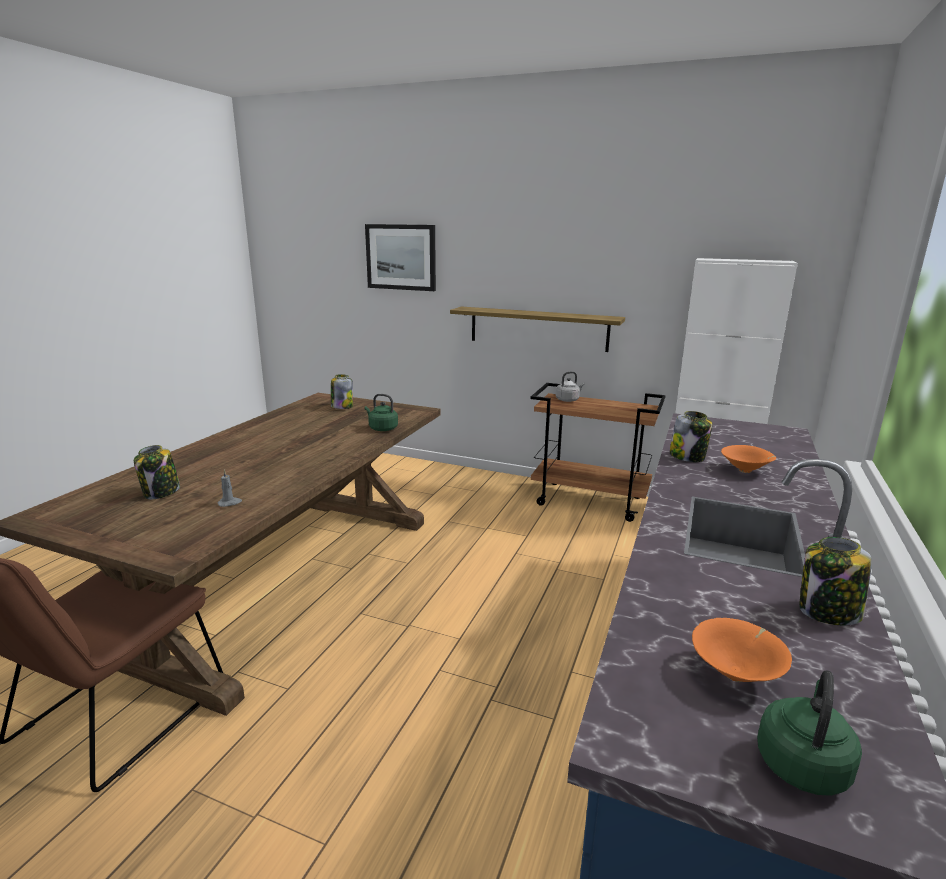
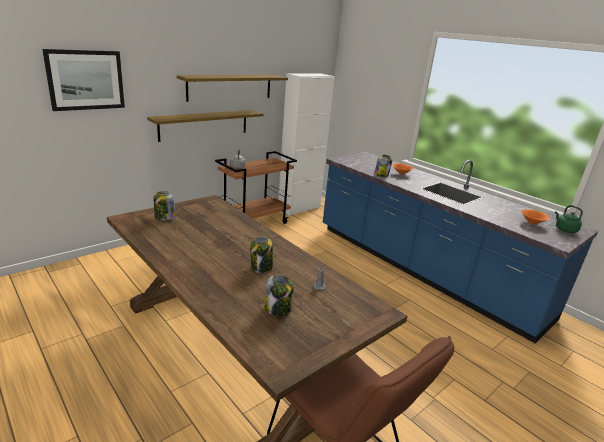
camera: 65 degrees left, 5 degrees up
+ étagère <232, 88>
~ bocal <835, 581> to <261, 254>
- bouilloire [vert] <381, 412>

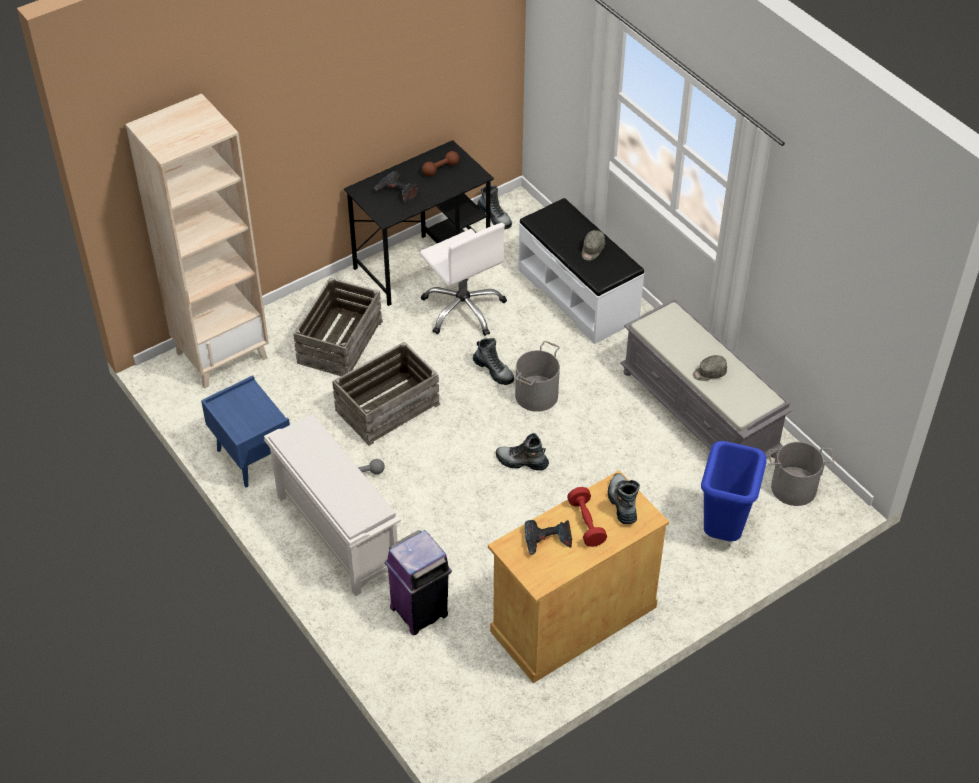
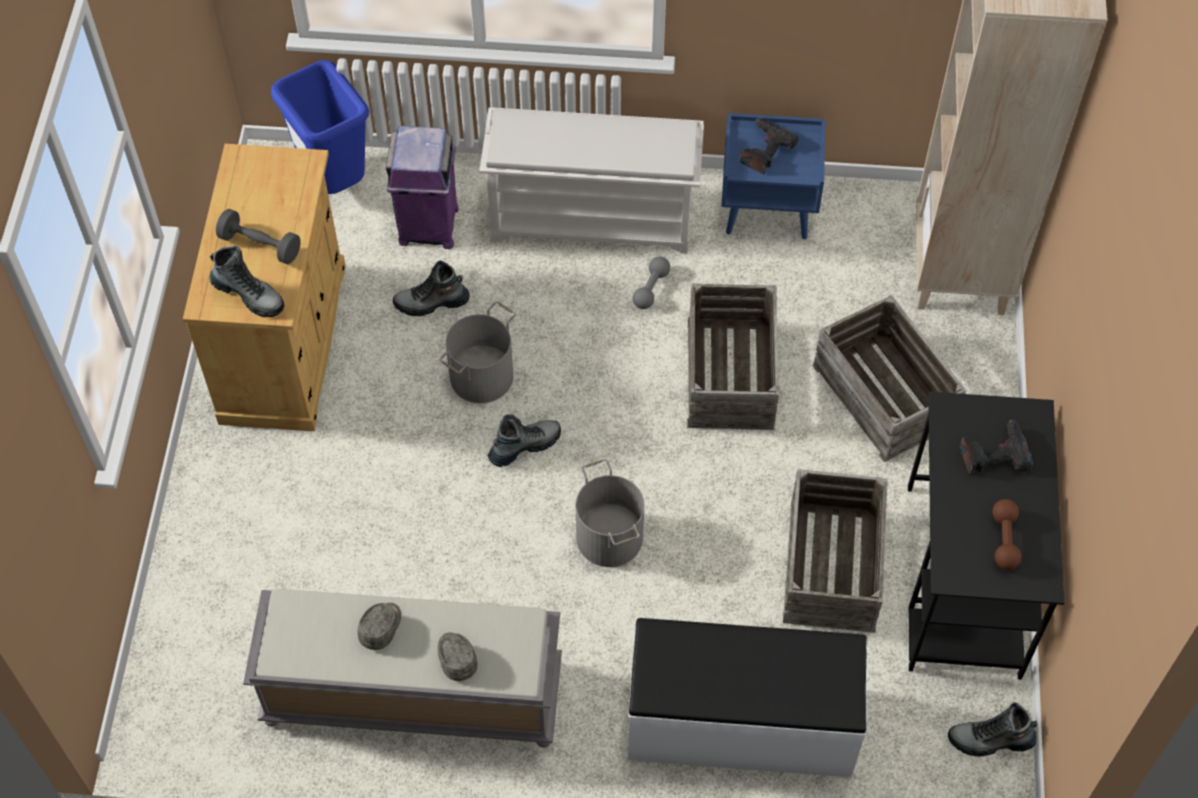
camera: 130 degrees right, 10 degrees up
~ haltère [rouge] <587, 517> to haltère [gris] <258, 236>
~ poubelle [bleu] <734, 491> to <320, 127>
~ botte <493, 361> to <431, 288>
~ casquette [gris] <593, 245> to <458, 656>
~ seau [gris] <801, 474> to <478, 352>
~ perceuse <548, 538> to <769, 146>
~ chaise de bureau [blanc] <463, 279> to caisse <835, 551>

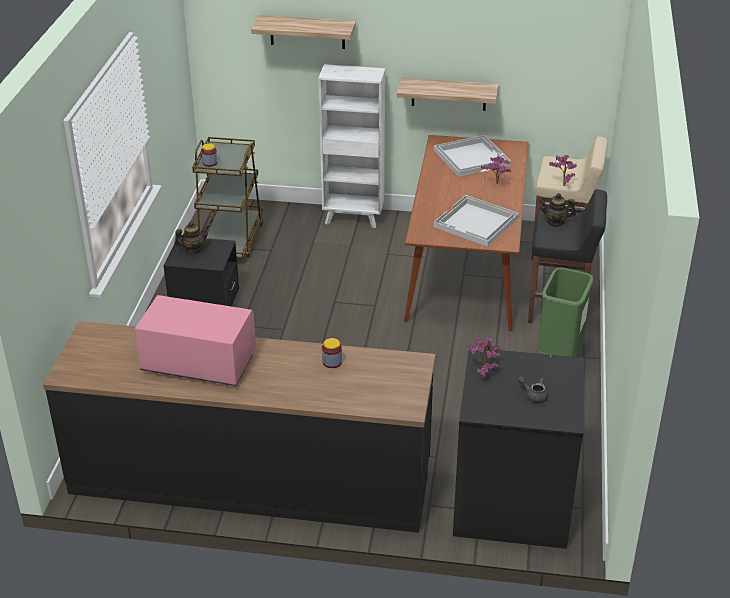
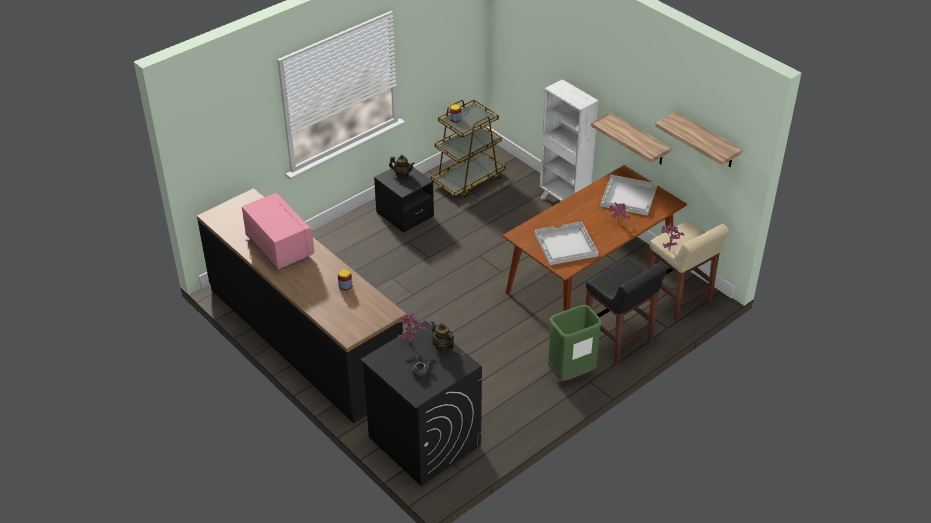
camera: 40 degrees right, 5 degrees up
~ théière <557, 210> to <442, 336>
~ étagère <303, 32> to <699, 139>

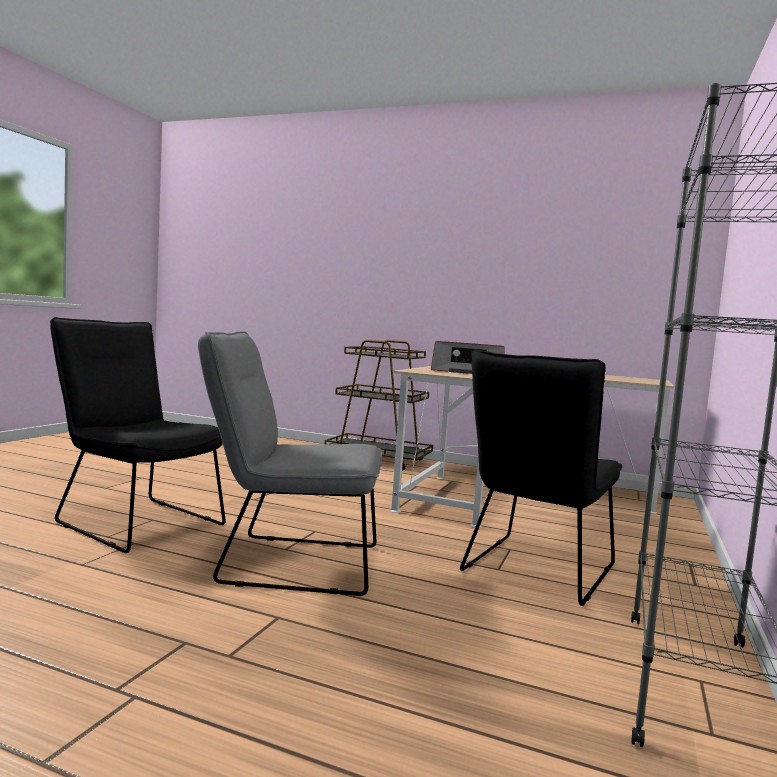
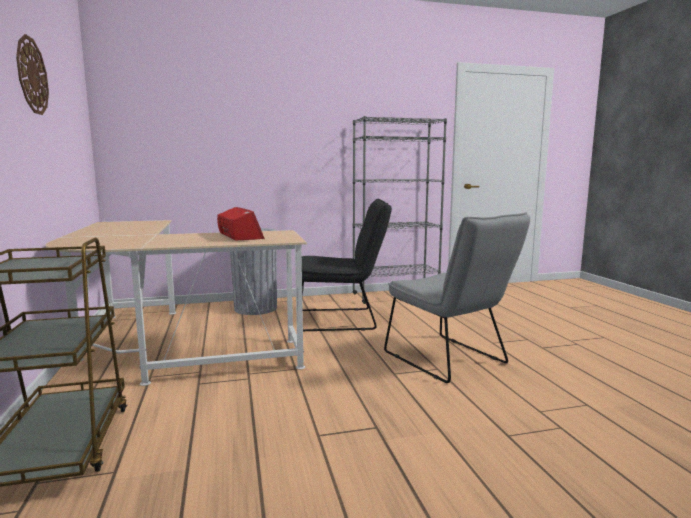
camera: 125 degrees left, 5 degrees up
+ horloge murale <32, 74>
+ poubelle [gris] <253, 271>
- chaise [noir] <138, 435>

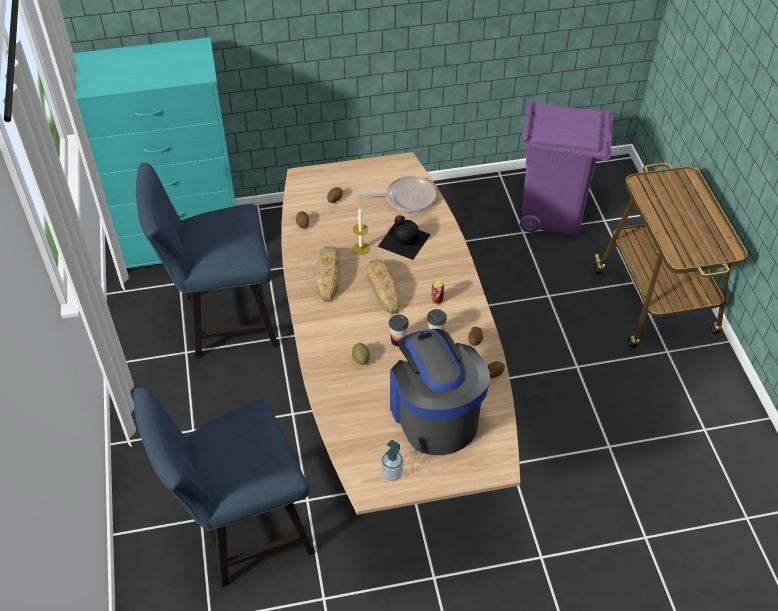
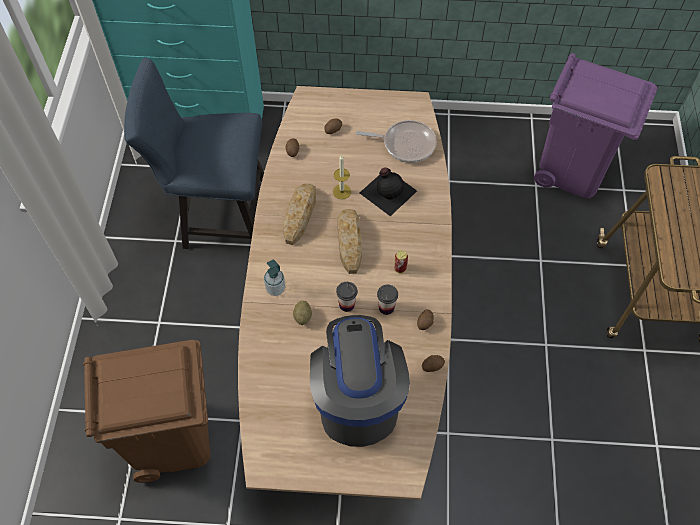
camera: 15 degrees right, 10 degrees up
~ chaise [bleu] <224, 487> to poubelle [marron] <146, 411>
~ distributeur de savon <392, 460> to <274, 277>

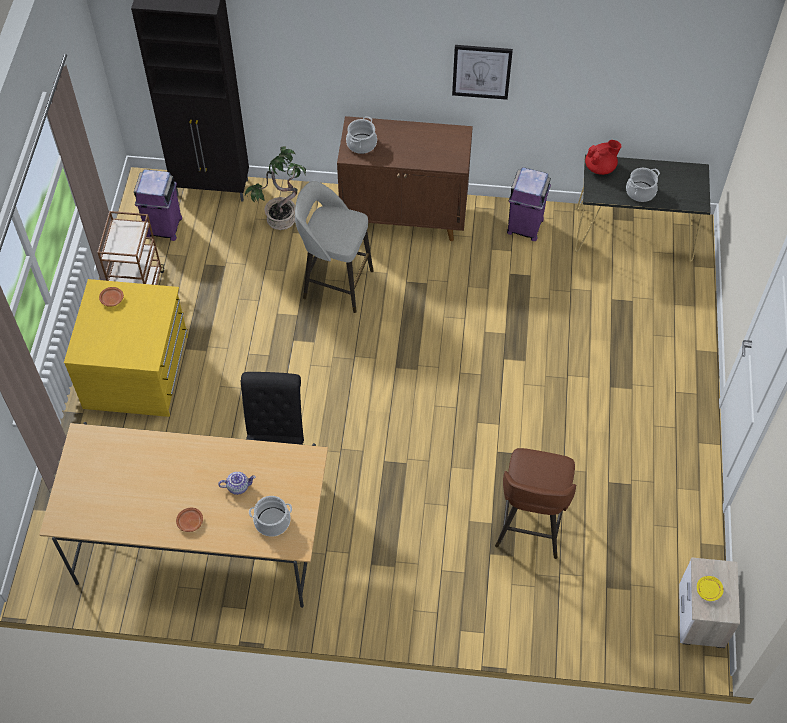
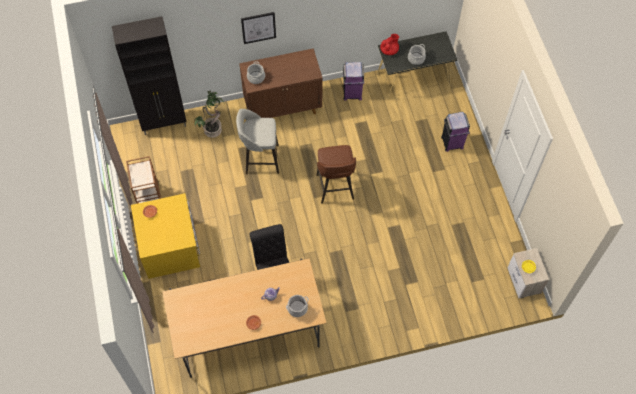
camera: 20 degrees left, 5 degrees up
~ tableau <482, 72> to <258, 28>
~ tabouret [marron] <535, 503> to <336, 174>
~ poubelle [violet] <158, 205> to <455, 132>

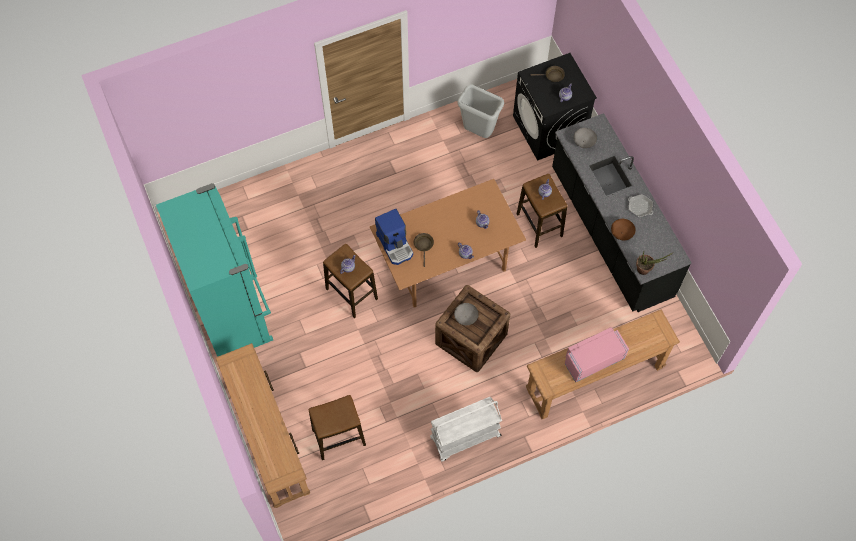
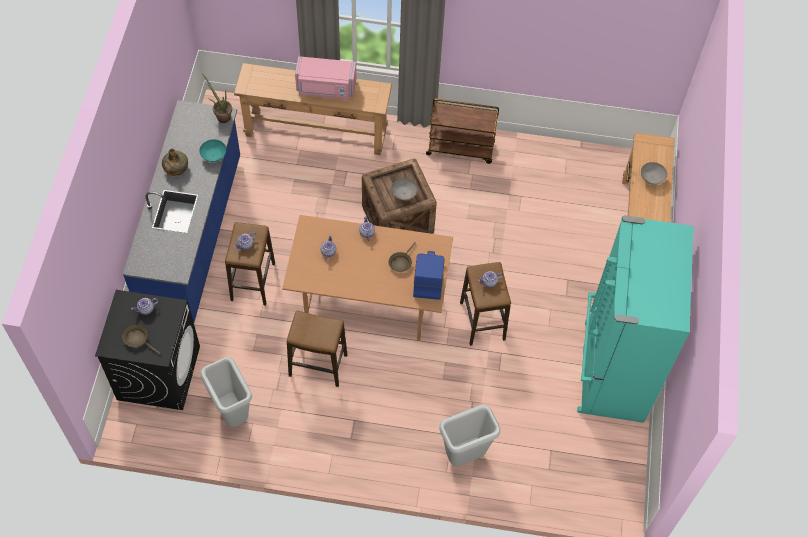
camera: 150 degrees left, 5 degrees down
~ comptoir de cuisine [noir] <622, 212> to comptoir de cuisine [bleu] <181, 211>
~ poêle <640, 205> to bouteille [vert] <175, 162>
~ bol [marron] <623, 229> to bol [turquoise] <212, 150>
~ tabouret <337, 427> to <317, 349>
~ chariot [blanc] <466, 429> to chariot [marron] <462, 131>
+ poubelle [gris] <469, 435>
~ bol [gris] <585, 138> to <654, 173>

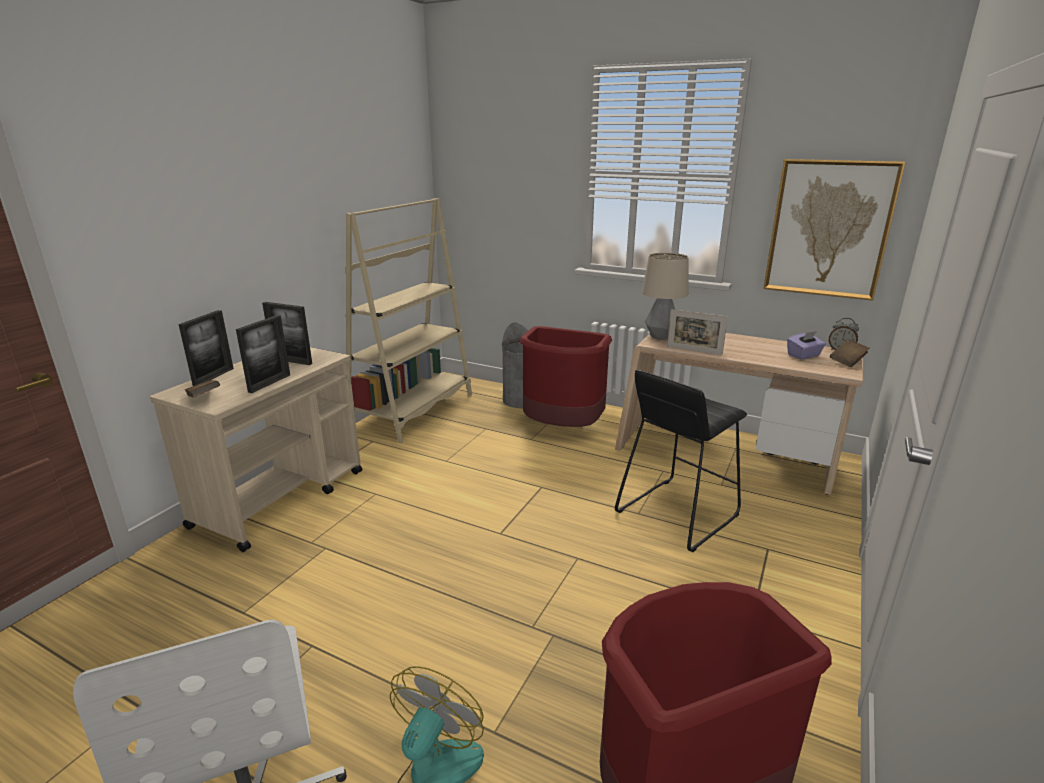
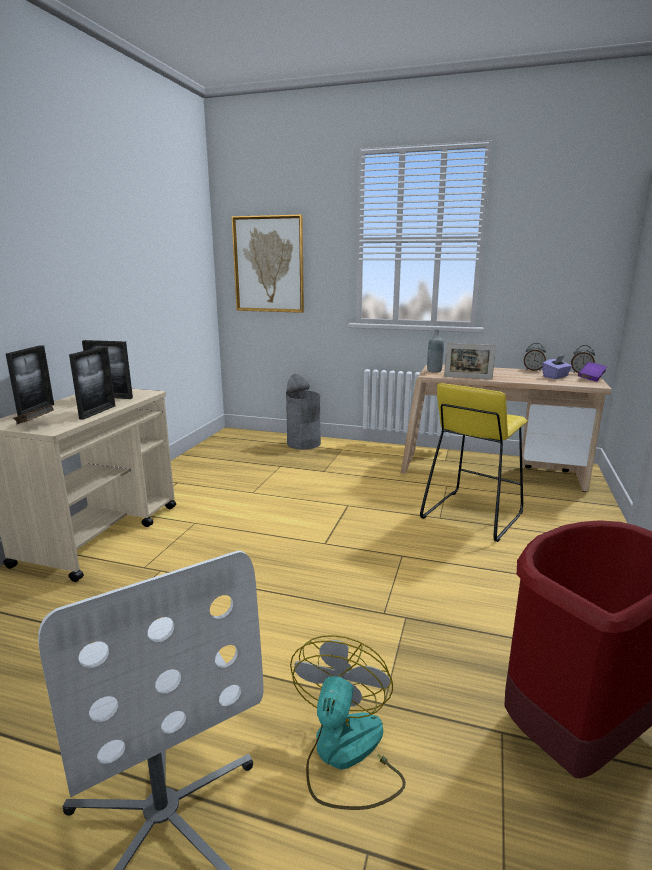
camera: 10 degrees left, 5 degrees down
~ tableau <834, 229> to <268, 264>
~ tabouret [noir] <681, 461> to tabouret [jaune] <473, 462>
~ lampe de table <665, 296> to bouteille [gris] <435, 350>
+ réveil <535, 357>
~ livre [marron] <850, 353> to livre [violet] <592, 372>
- bibliothèque [beige] <408, 320>
- poubelle [rouge] <566, 376>

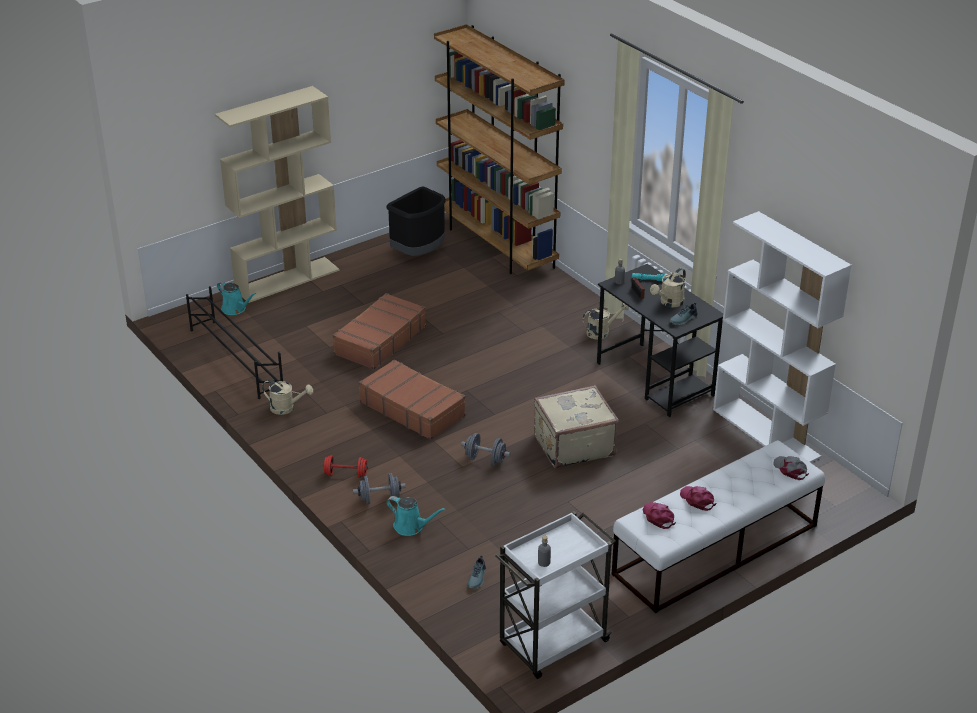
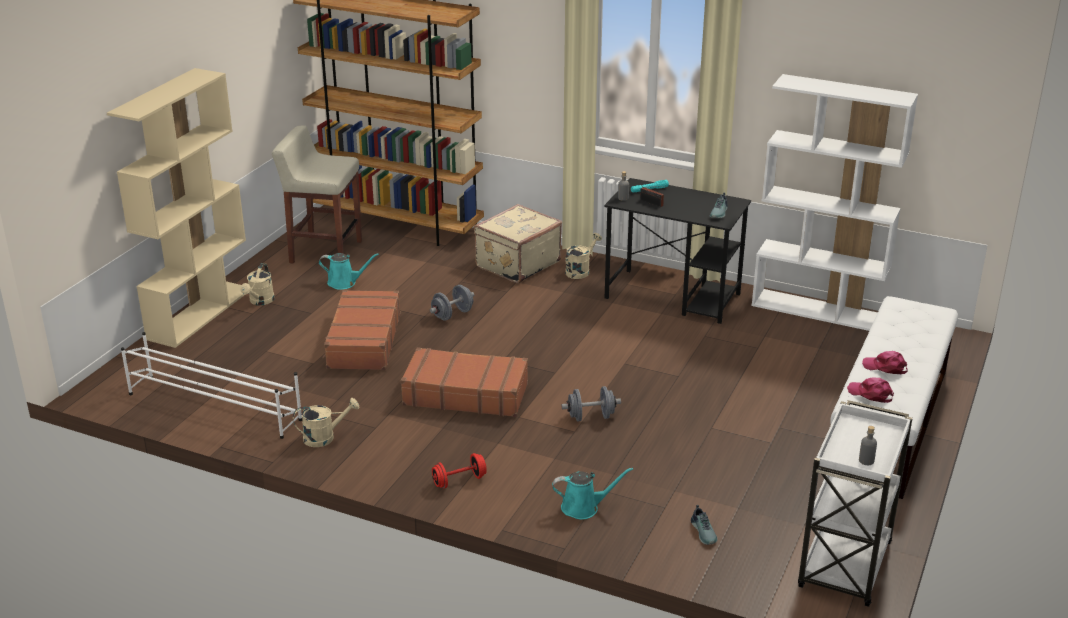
camera: 30 degrees left, 5 degrees down
~ étagère à chaussures [noir] <234, 342> to étagère à chaussures [blanc] <211, 385>
~ arrosoir [beige] <668, 287> to <257, 284>
~ poubelle [noir] <416, 221> to tabouret [beige] <317, 194>
~ arrosoir [turquoise] <236, 298> to <349, 271>
~ haltère [gris] <379, 489> to <452, 303>
~ valise [beige] <576, 427> to <518, 243>
- casquette [gris] <791, 468>

